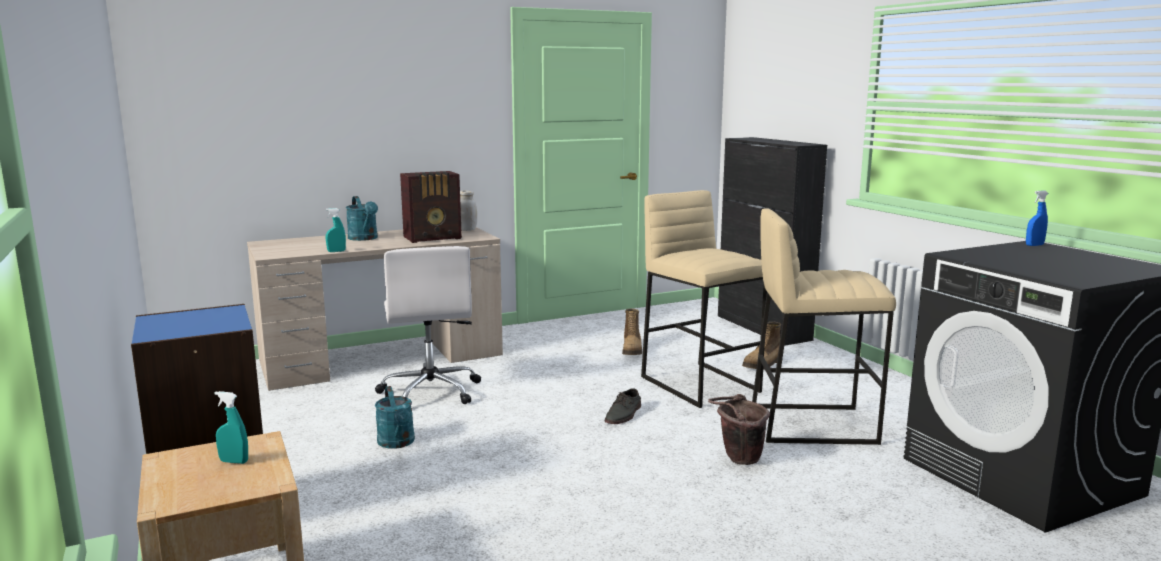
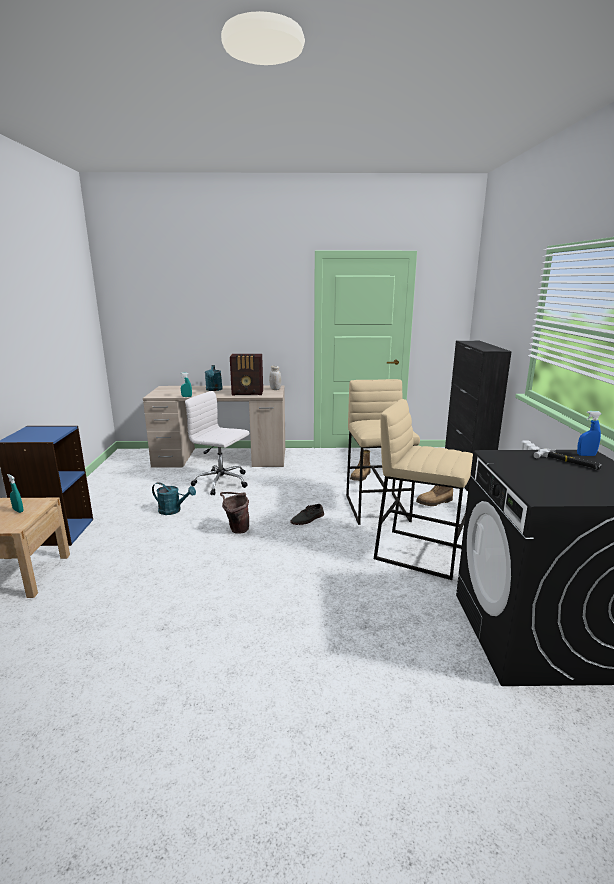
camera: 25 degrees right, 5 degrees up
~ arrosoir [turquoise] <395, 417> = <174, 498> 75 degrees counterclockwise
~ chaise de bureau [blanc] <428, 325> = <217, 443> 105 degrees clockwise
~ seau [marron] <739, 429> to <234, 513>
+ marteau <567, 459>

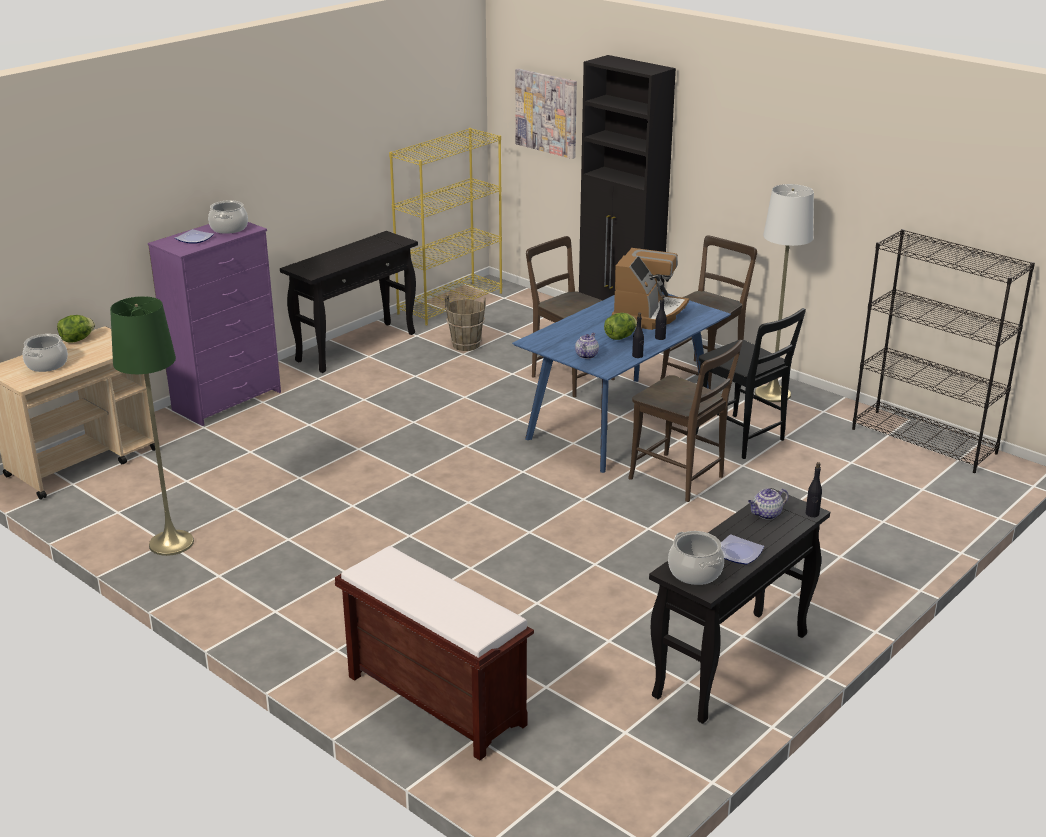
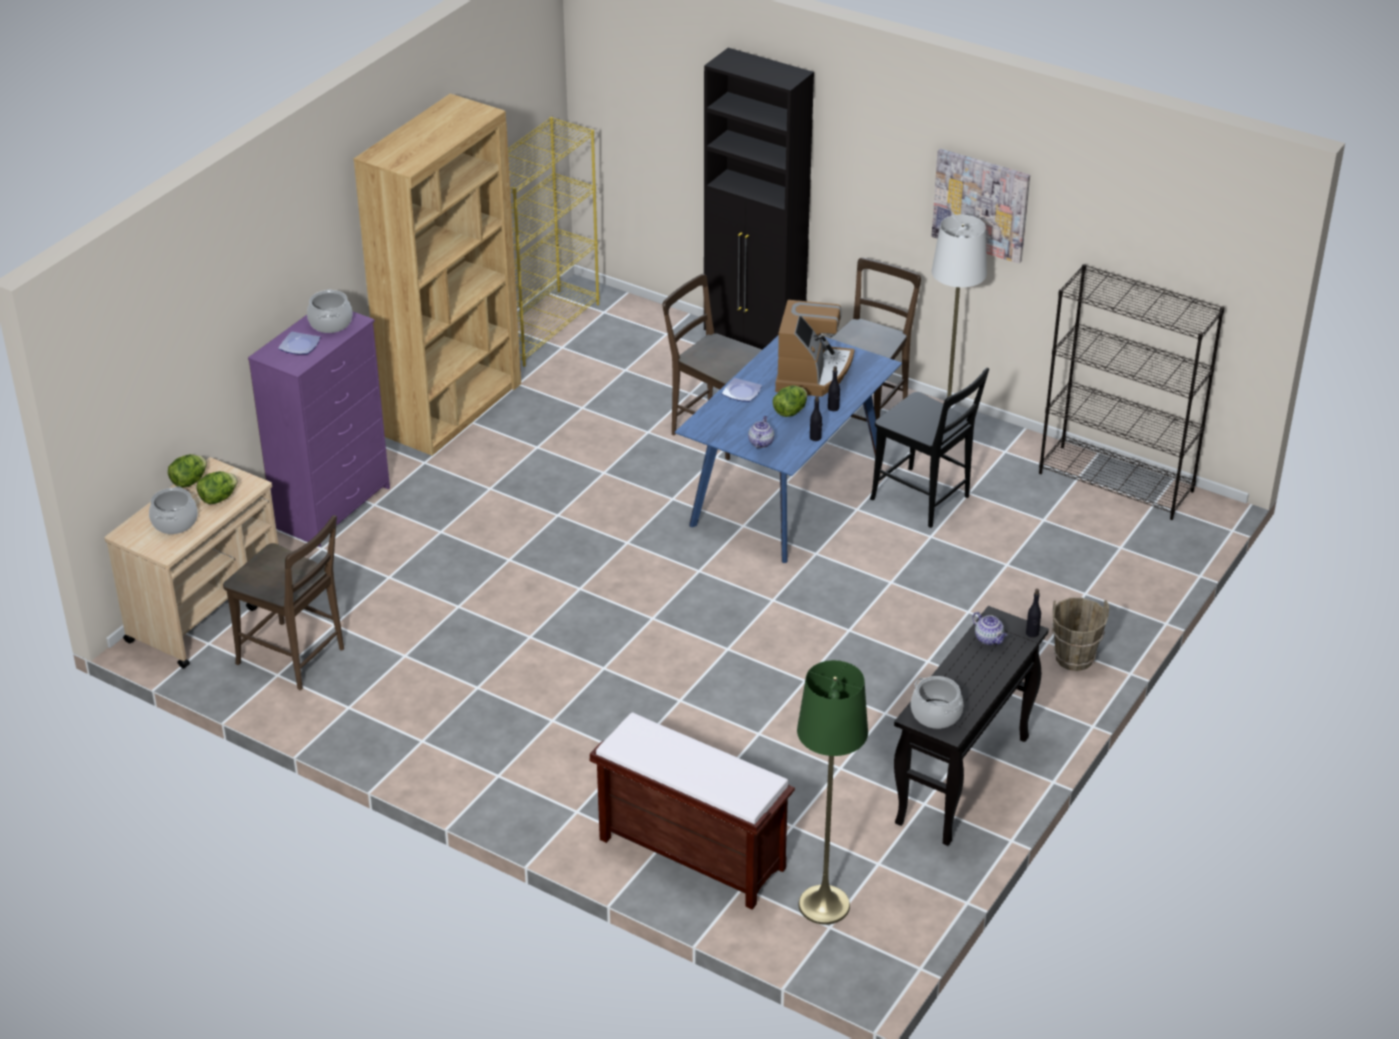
camera: 10 degrees left, 10 degrees up
+ laitue <217, 487>
~ chaise [marron] <685, 421> to <283, 602>
~ table console [noir] <349, 302> to bibliothèque [marron] <437, 275>
~ assiette <742, 549> to <742, 390>
~ lampadaire [vert] <152, 426> to <832, 792>
~ tableau <546, 114> to <981, 206>
~ théière <768, 504> = <990, 628> 90 degrees counterclockwise
~ seau [marron] <465, 323> to <1080, 634>

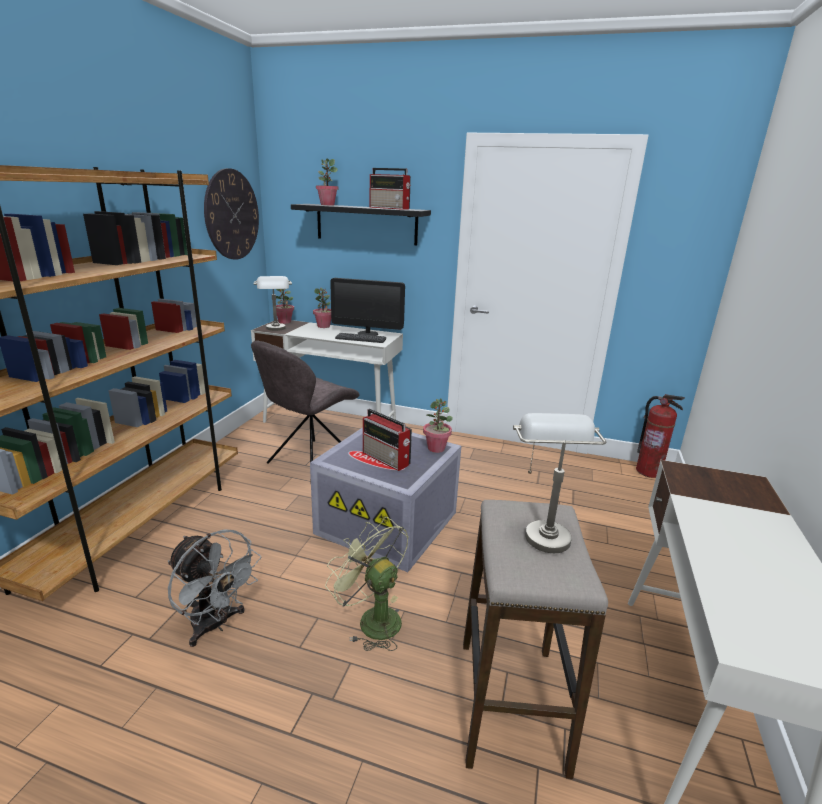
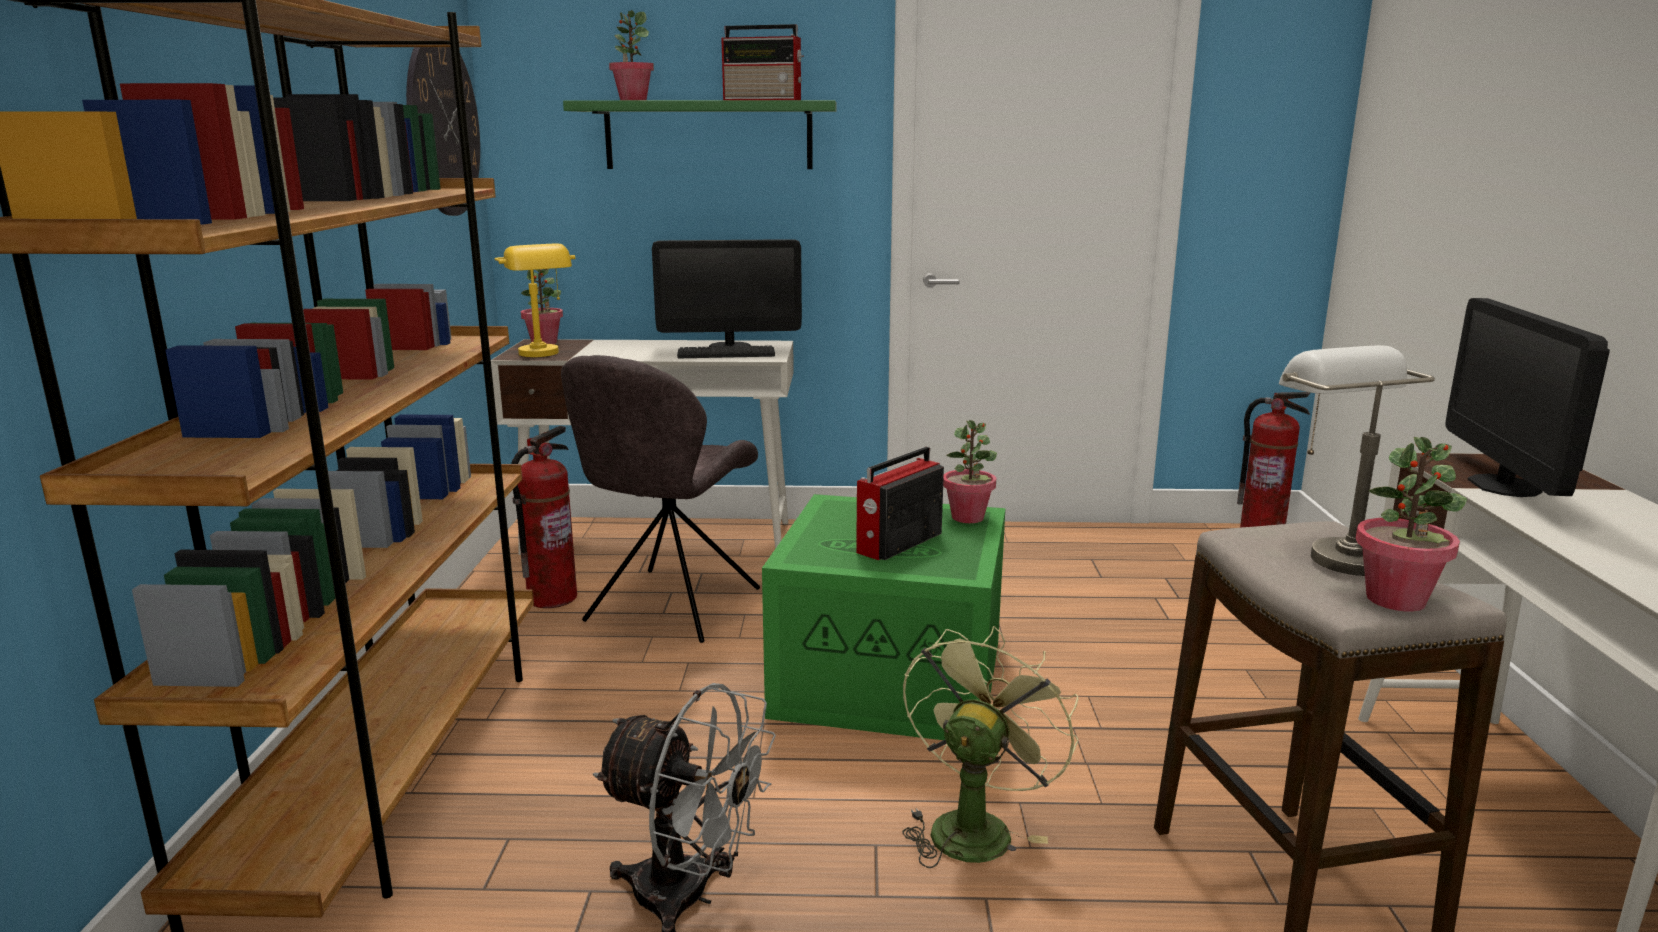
camera: 15 degrees left, 5 degrees down
~ lampe de table [gris] <272, 303> to lampe de table [jaune] <535, 300>
+ extincteur <544, 517>
~ étagère [noir] <361, 224> to étagère [vert] <700, 134>
~ boîte de rangement [gris] <385, 500> to boîte de rangement [vert] <884, 617>
~ radio <387, 440> = <900, 503> 105 degrees clockwise
~ ventilateur [vert] <367, 584> = <990, 747> 90 degrees clockwise
~ plante en pot <322, 308> to <1411, 524>
+ écran d'ordinateur <1528, 397>

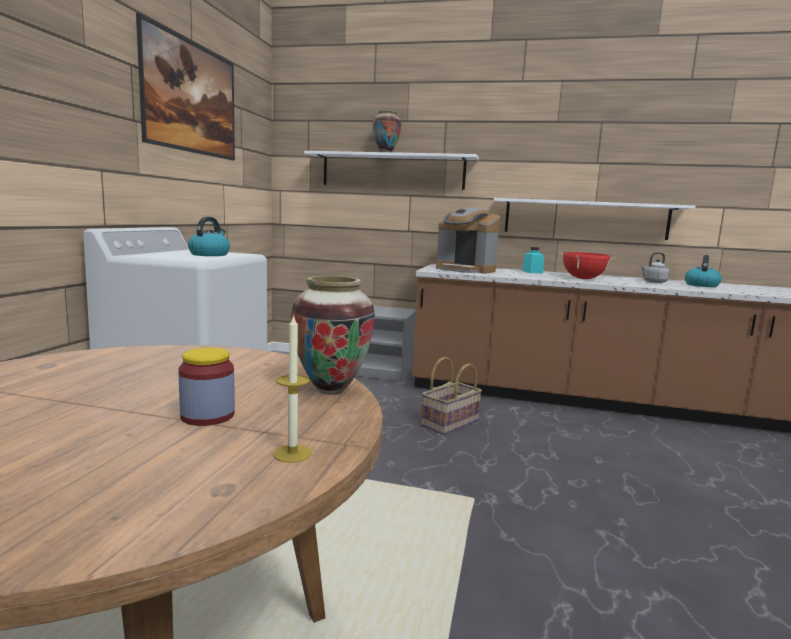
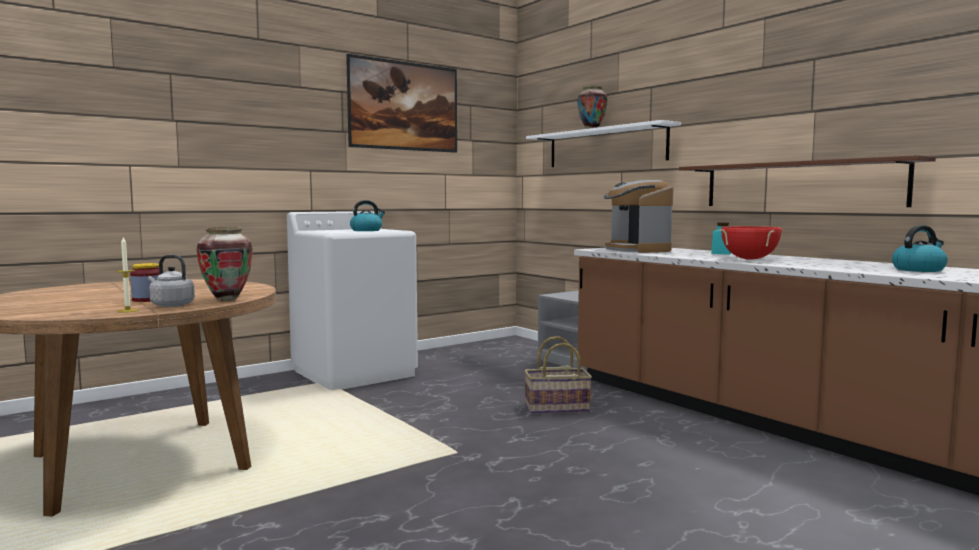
camera: 40 degrees right, 5 degrees down
~ bouilloire [gris] <655, 267> to <171, 281>
~ étagère [blanc] <595, 219> to étagère [marron] <807, 181>

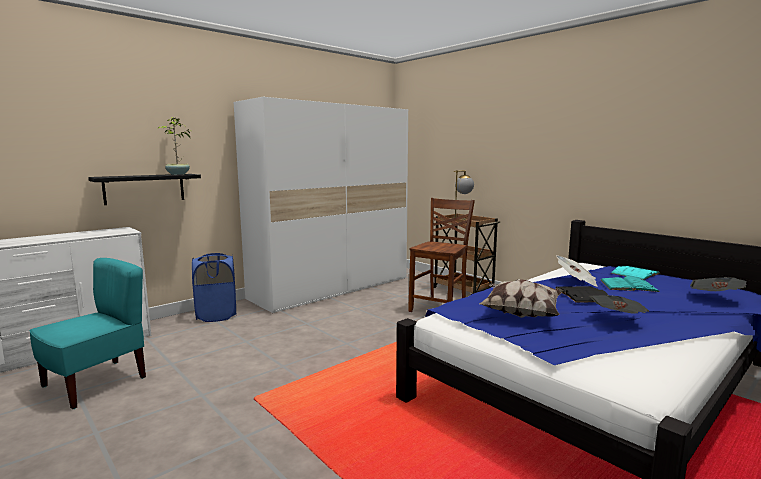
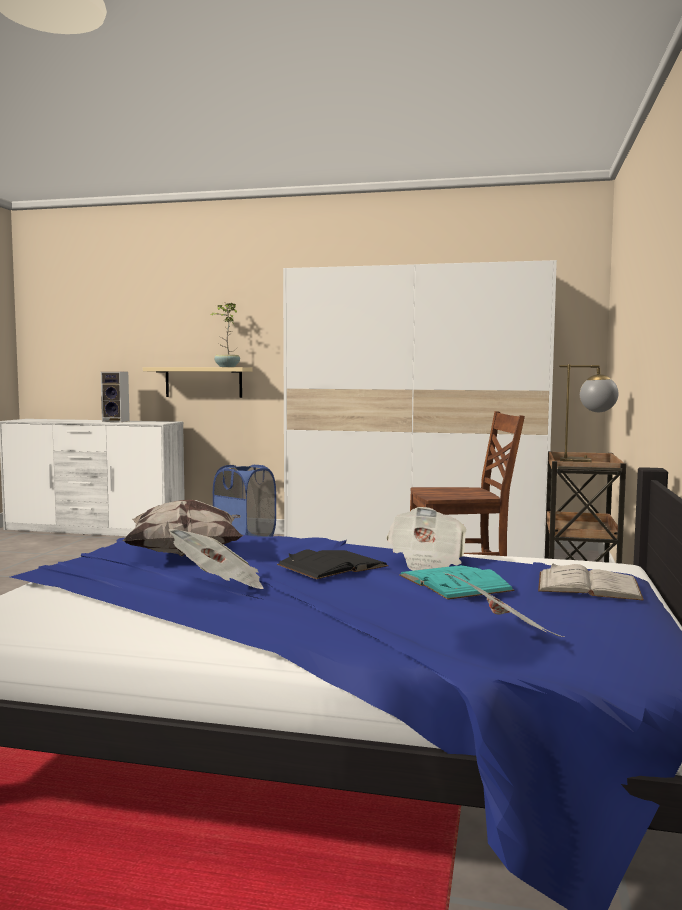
camera: 55 degrees right, 5 degrees down
+ enceinte <115, 397>
~ étagère [noir] <144, 189> to étagère [beige] <198, 382>
~ livre [turquoise] <635, 273> to livre [blanc] <591, 582>
- chaise [turquoise] <88, 333>

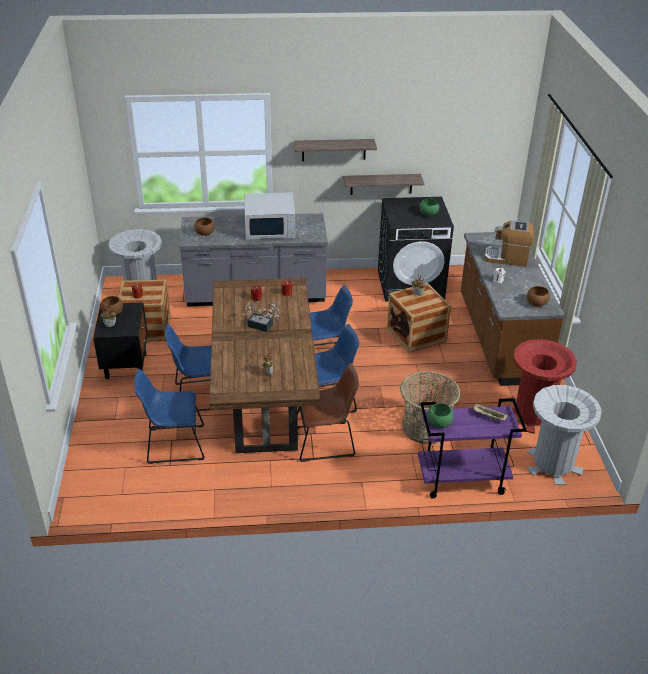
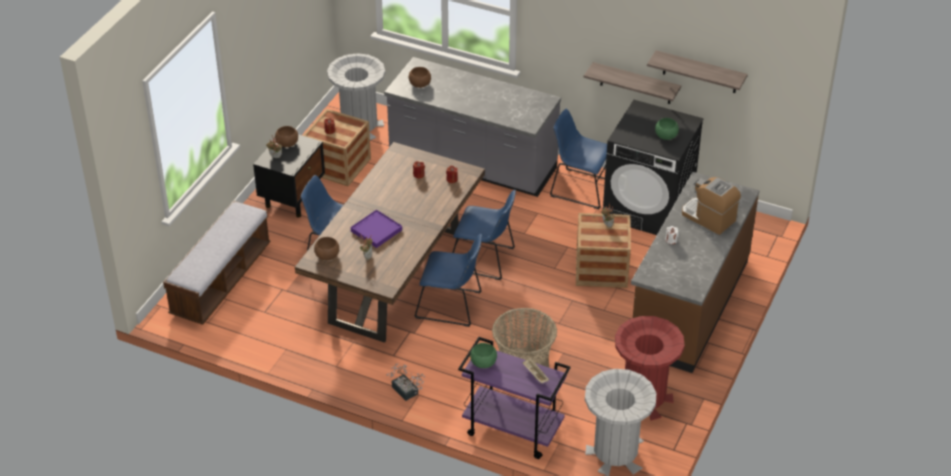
camera: 30 degrees right, 5 degrees up
+ banc <216, 263>
~ bol [marron] <538, 296> to <326, 248>
+ plateau [violet] <376, 229>
~ plante en pot <261, 316> to <405, 382>
~ chaise [bleu] <169, 416> to <578, 159>
~ étagère <335, 150> to <697, 71>
- micro-ondes [blanc] <269, 215>
- chaise [marron] <328, 412>

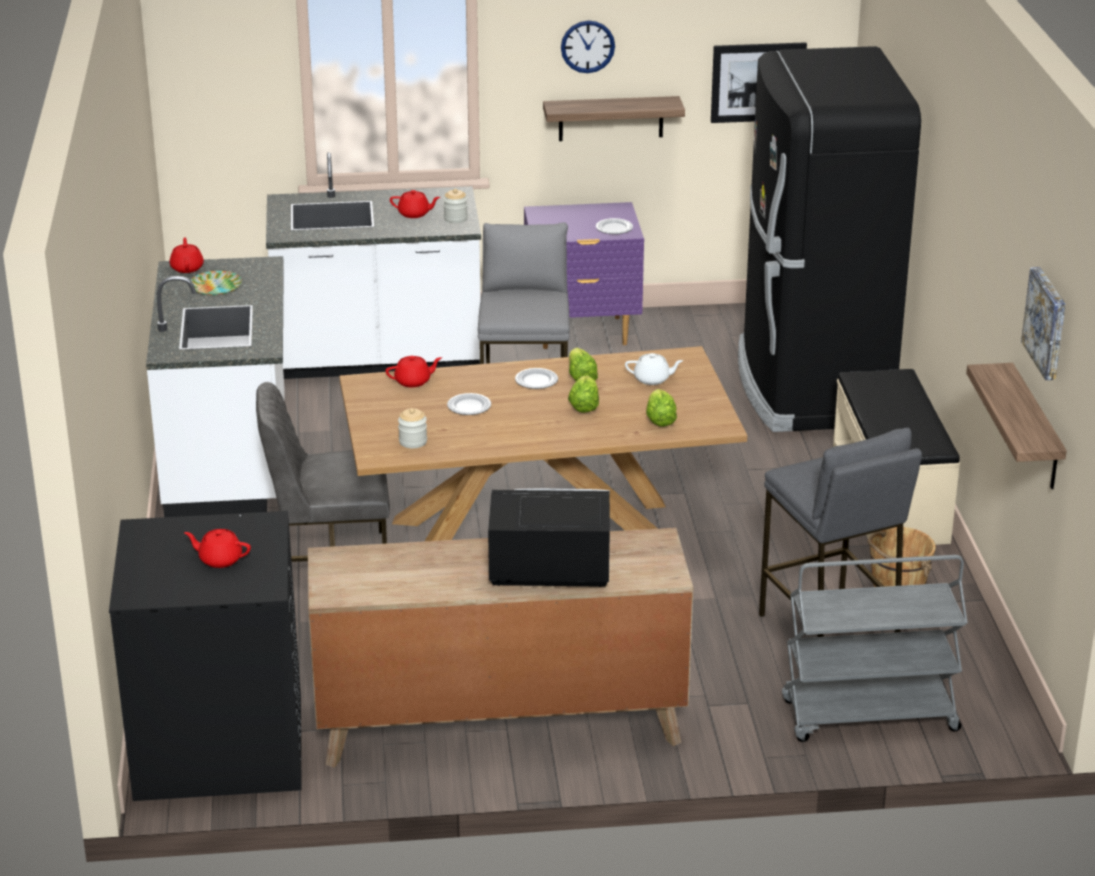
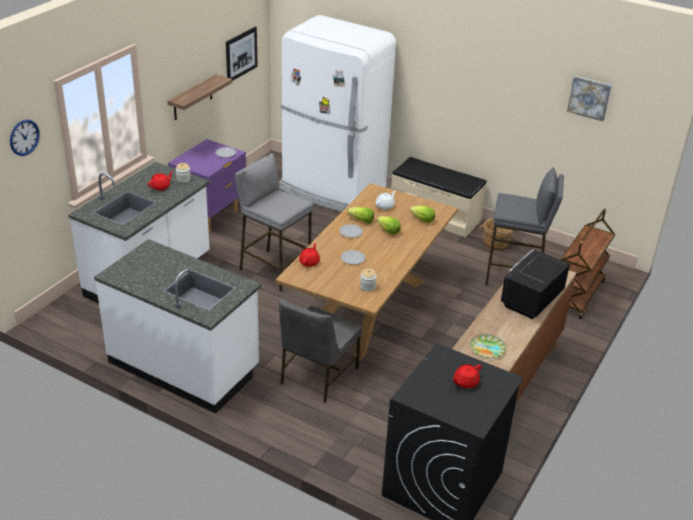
camera: 55 degrees left, 5 degrees up
~ horloge murale <588, 46> to <25, 138>
~ réfrigérateur [noir] <829, 239> to réfrigérateur [blanc] <337, 113>
~ assiette <216, 283> to <488, 346>
~ chariot [gris] <875, 648> to chariot [marron] <587, 264>
- théière [rouge] <187, 255>
- étagère <1016, 426>

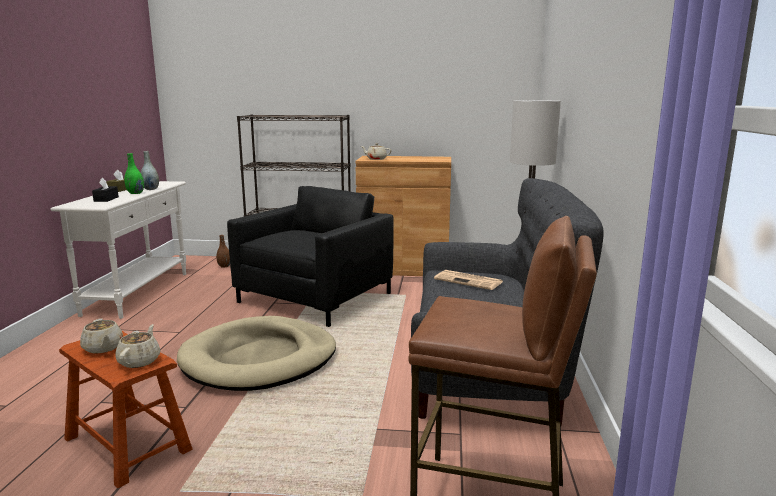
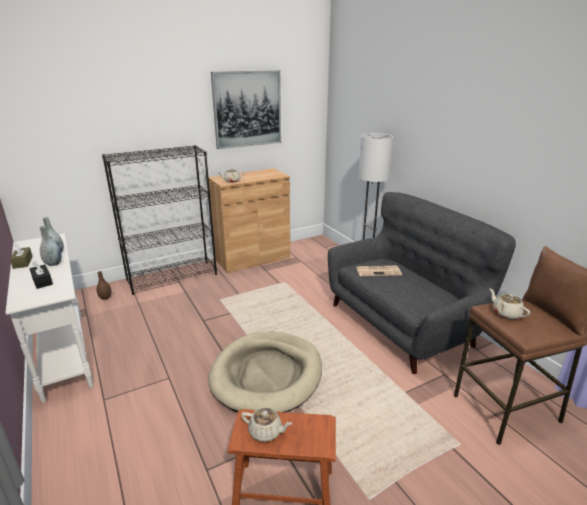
camera: 35 degrees left, 10 degrees up
~ vase [vert] <134, 173> to vase [gris] <50, 246>
+ tableau <246, 109>
~ théière [beige] <137, 346> to <509, 303>
- fauteuil [noir] <310, 256>

